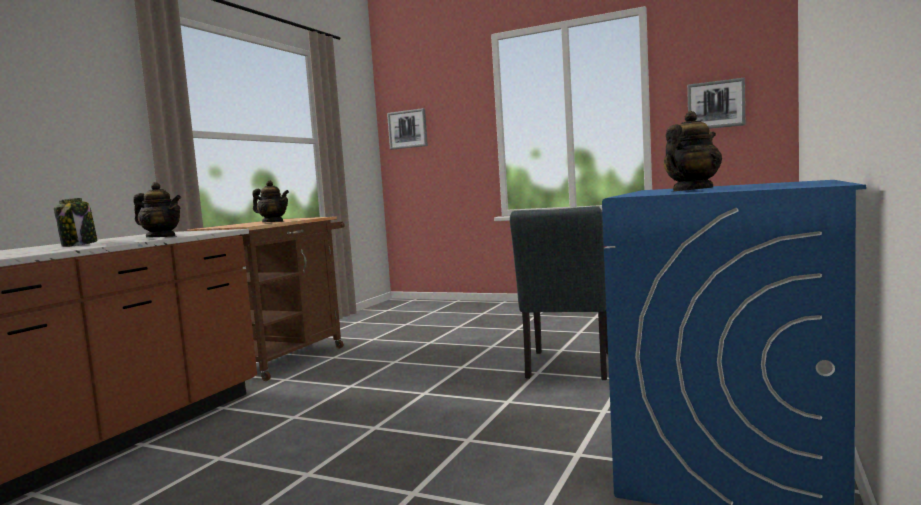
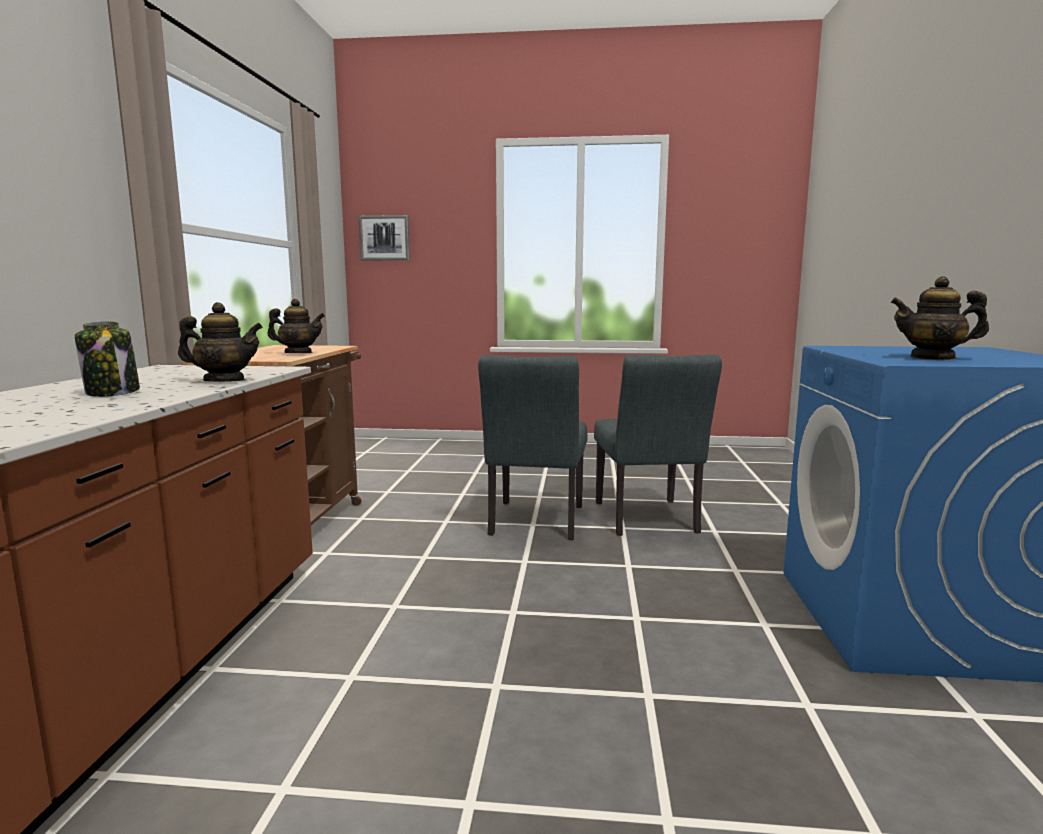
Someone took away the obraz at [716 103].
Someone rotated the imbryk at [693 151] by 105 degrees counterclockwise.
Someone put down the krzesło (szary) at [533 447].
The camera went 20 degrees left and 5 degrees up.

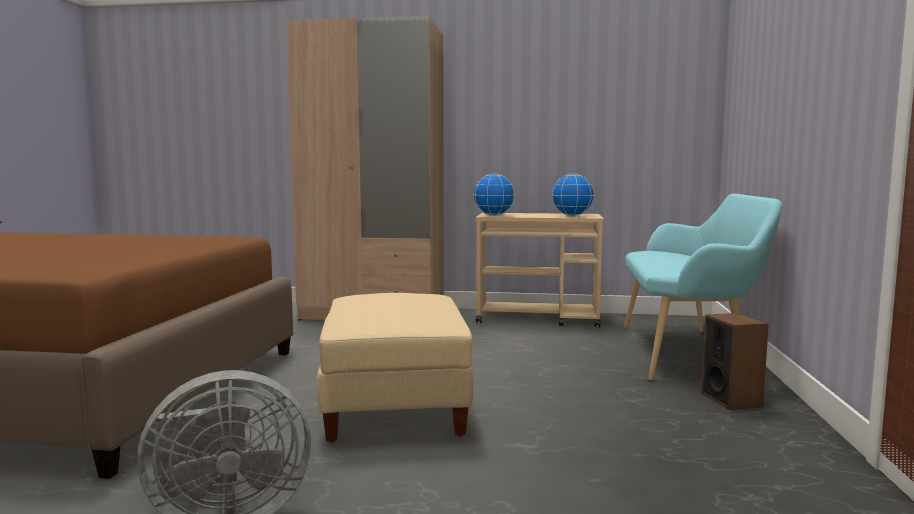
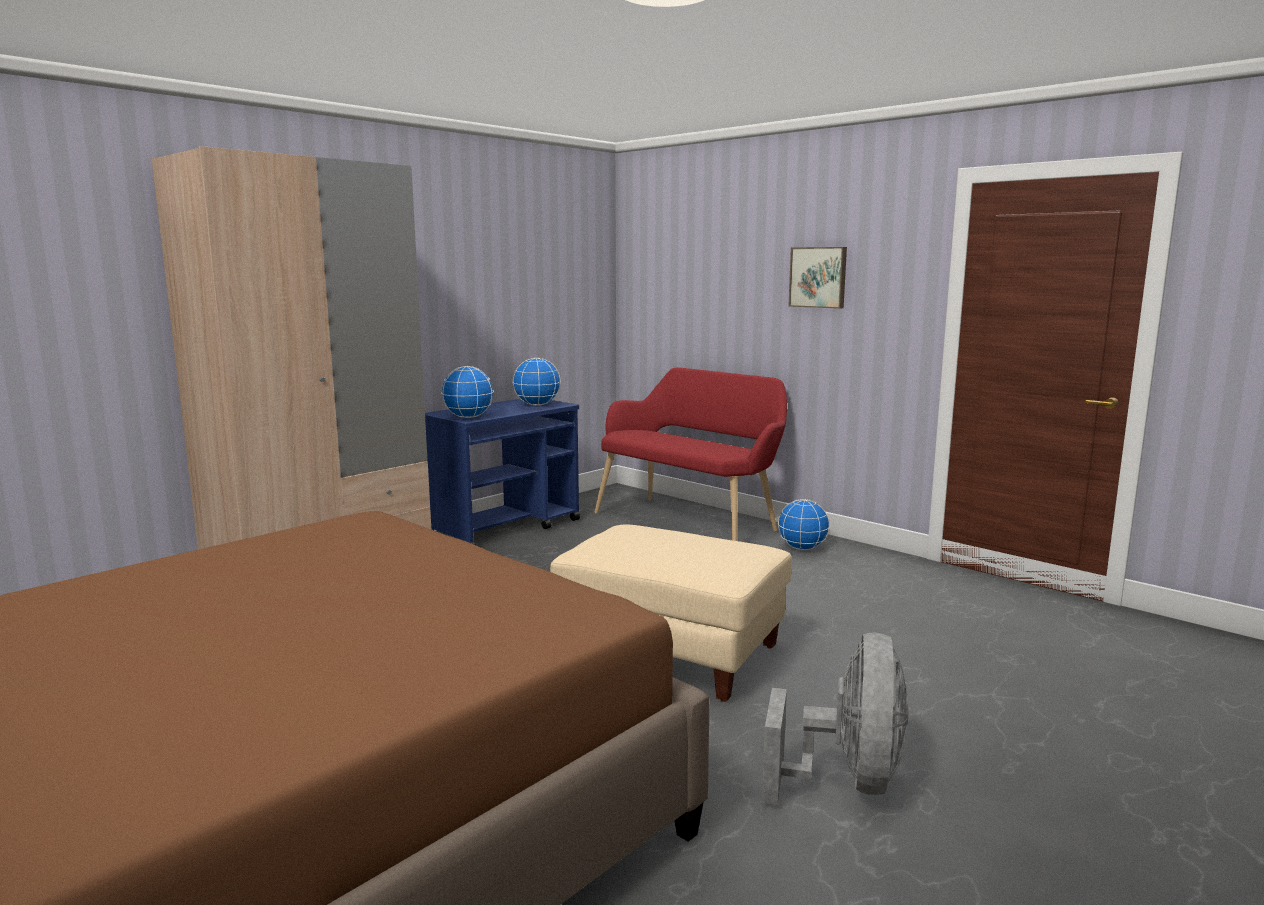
Someone repainted the ławka (turkusowy) at [703 287], which became the ławka (czerwony) at [690 454].
Someone repainted the wózek (beżowy) at [540 270], which became the wózek (niebieski) at [502 472].
Someone swapped the głośnik at [735 361] for the globus at [804 524].
Someone put up the obraz at [818 278].
The camera went 55 degrees left and 5 degrees up.

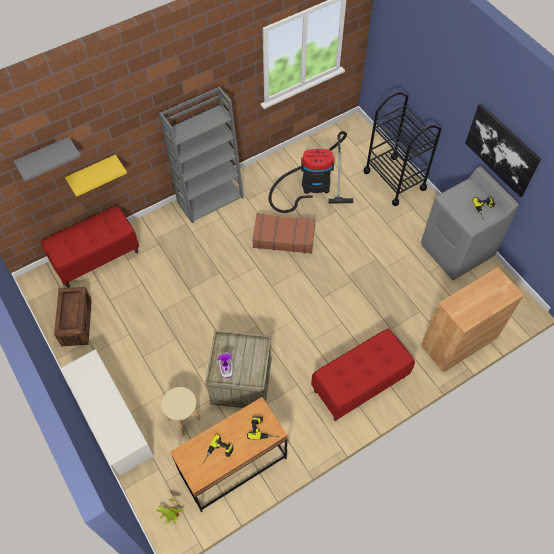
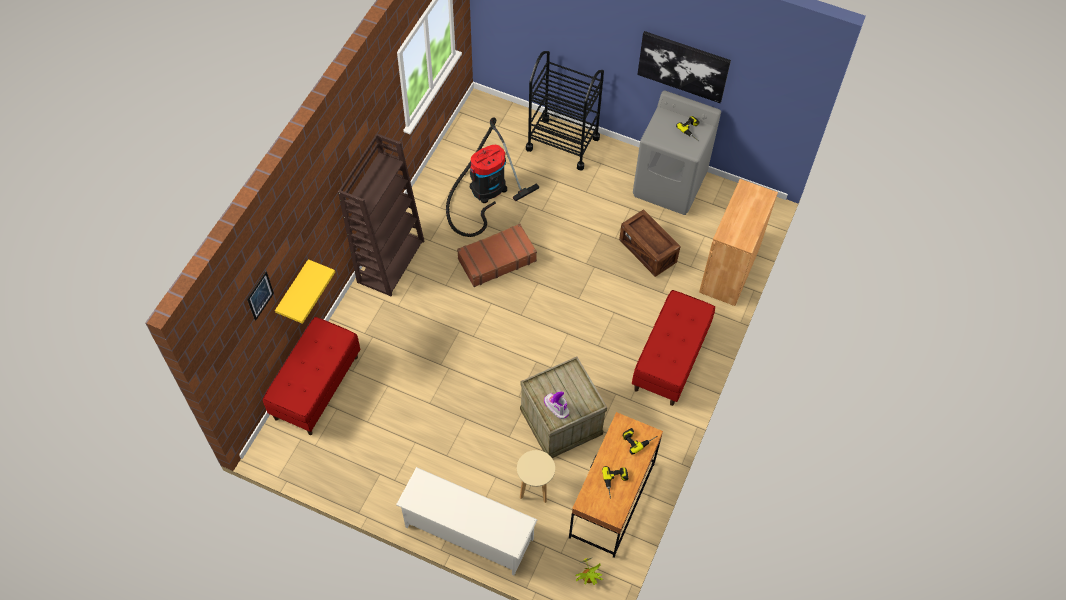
Someone repainted the regał (szary) at [201 155], which became the regał (brązowy) at [381 214].
Someone swapped the półka (szary) at [47 159] for the obraz at [260 296].
Someone carried the skrzynka from [73 317] to [650 243].
The camera went 35 degrees left and 0 degrees up.

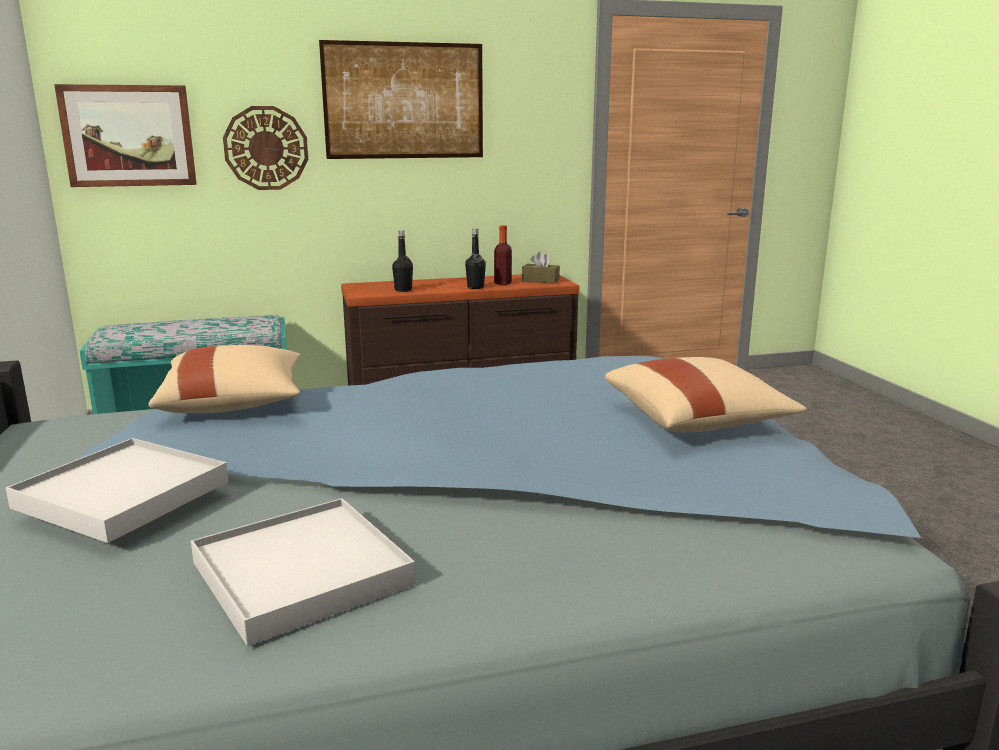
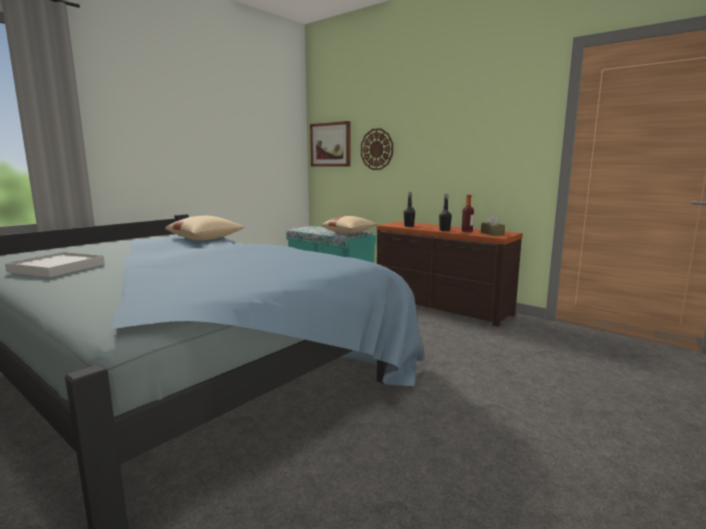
Someone took away the obraz at [401 99].
Someone carried the poduszka (beżowy) from [706 395] to [349 225].
Someone took away the taca (biały) at [117 490].
The camera went 55 degrees right and 5 degrees down.

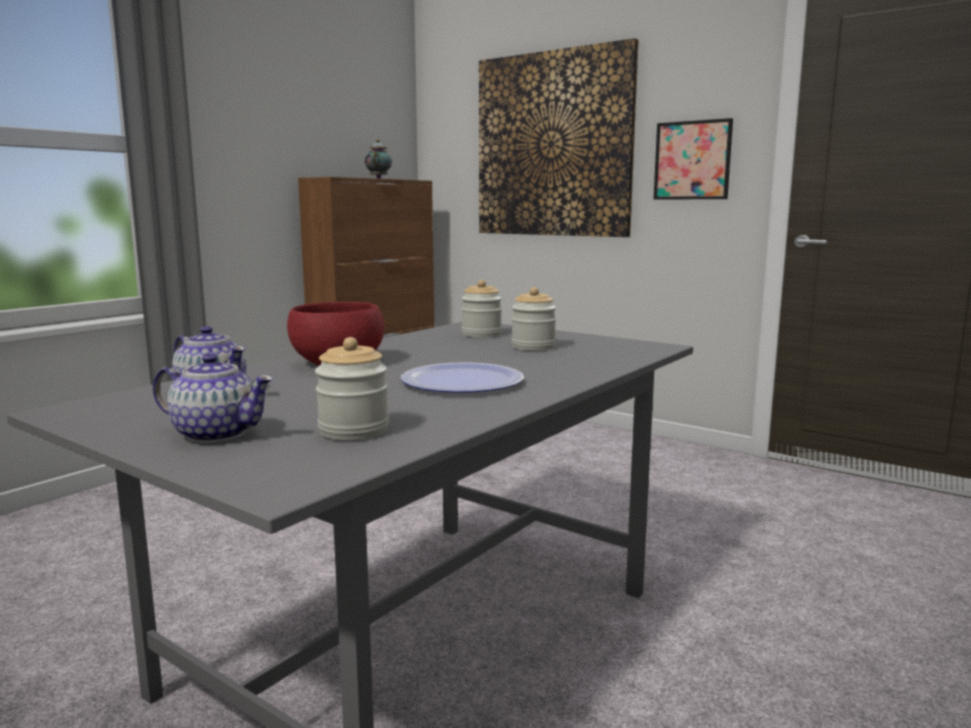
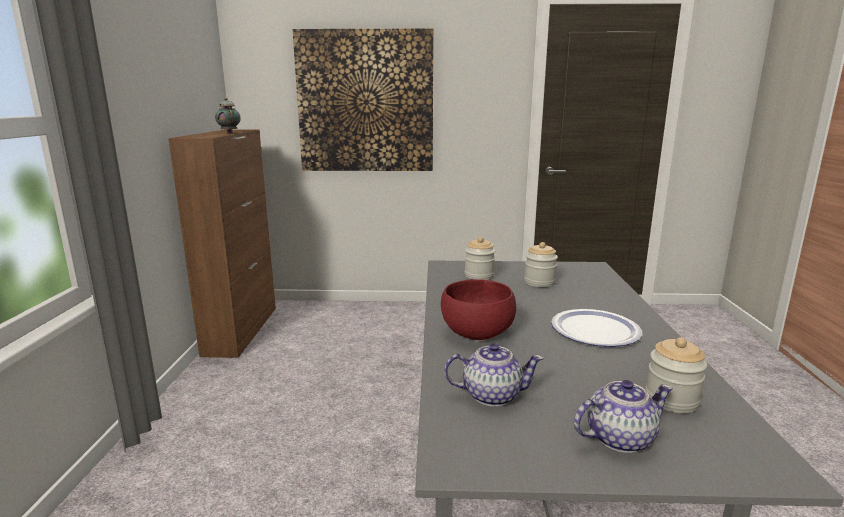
Someone took away the obraz at [693 159].
The camera went 35 degrees left and 5 degrees up.

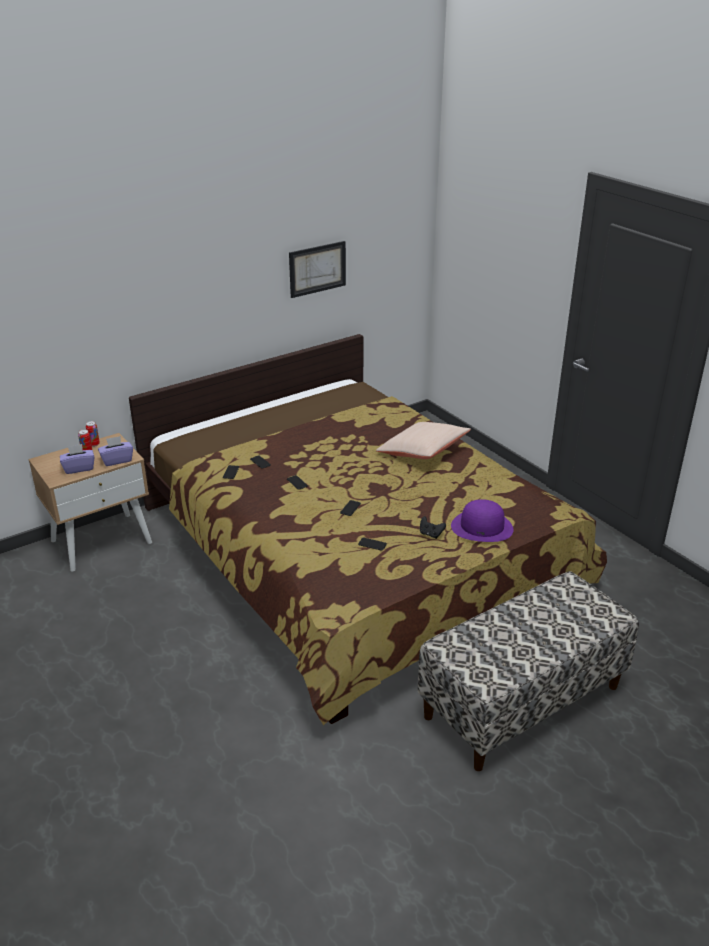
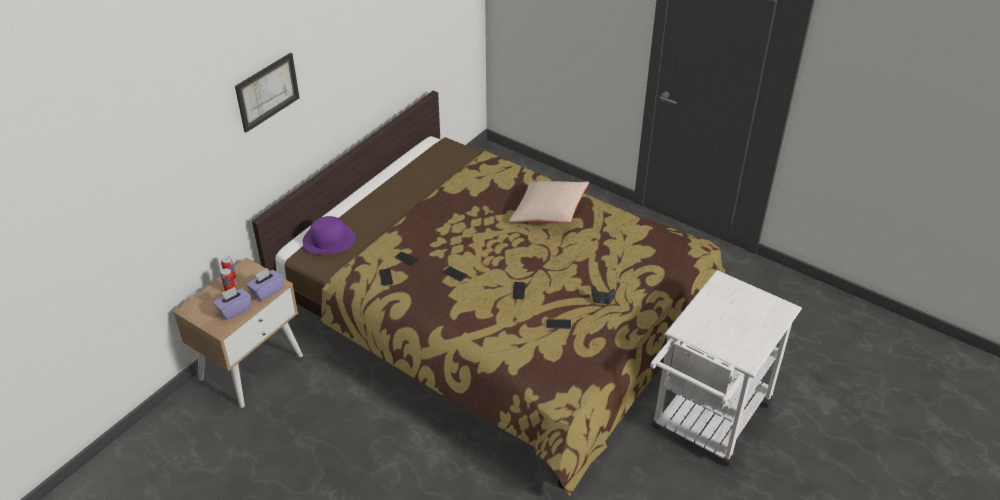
Someone carried the obraz from [317 269] to [267 93].
Someone carried the kapelusz (fioletowy) from [482 520] to [329 235].
Someone swapped the ławka at [528 671] for the wózek (biały) at [726 368].
The camera went 20 degrees left and 10 degrees up.

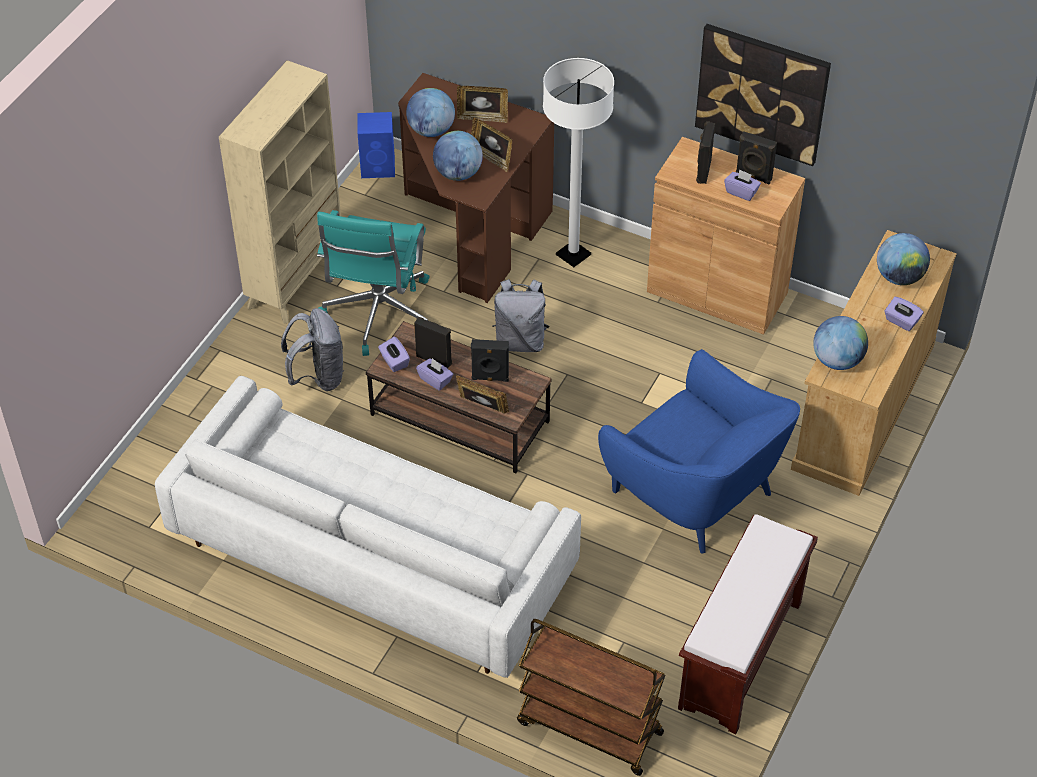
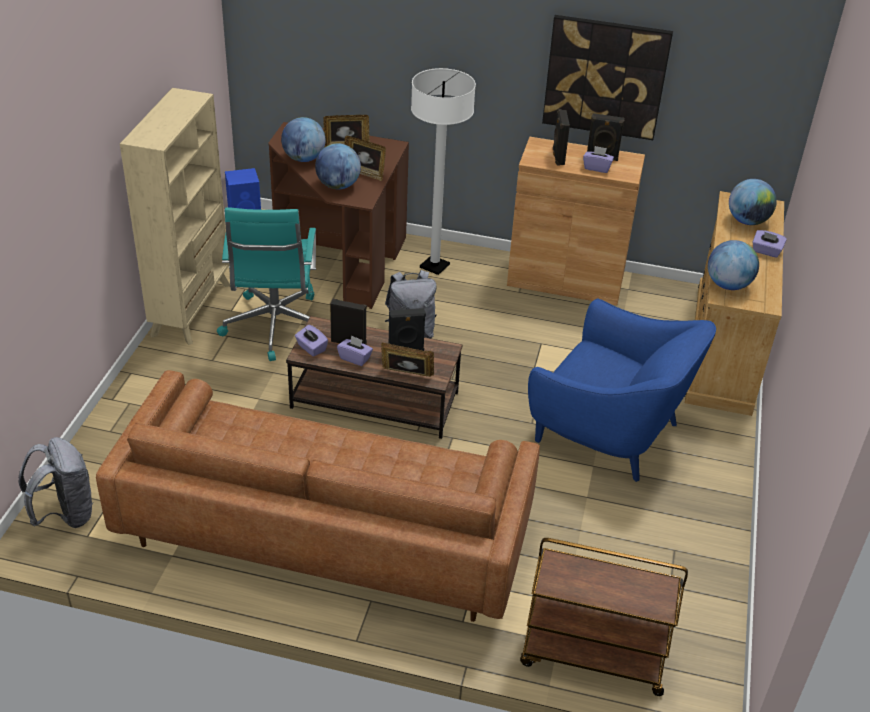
Someone carried the plecak (szary) from [312 349] to [56 482].
Someone repainted the kanapa (biały) at [368 527], which became the kanapa (brązowy) at [318 496].
Someone took away the ławka (brązowy) at [748 624].
The camera went 15 degrees left and 10 degrees down.

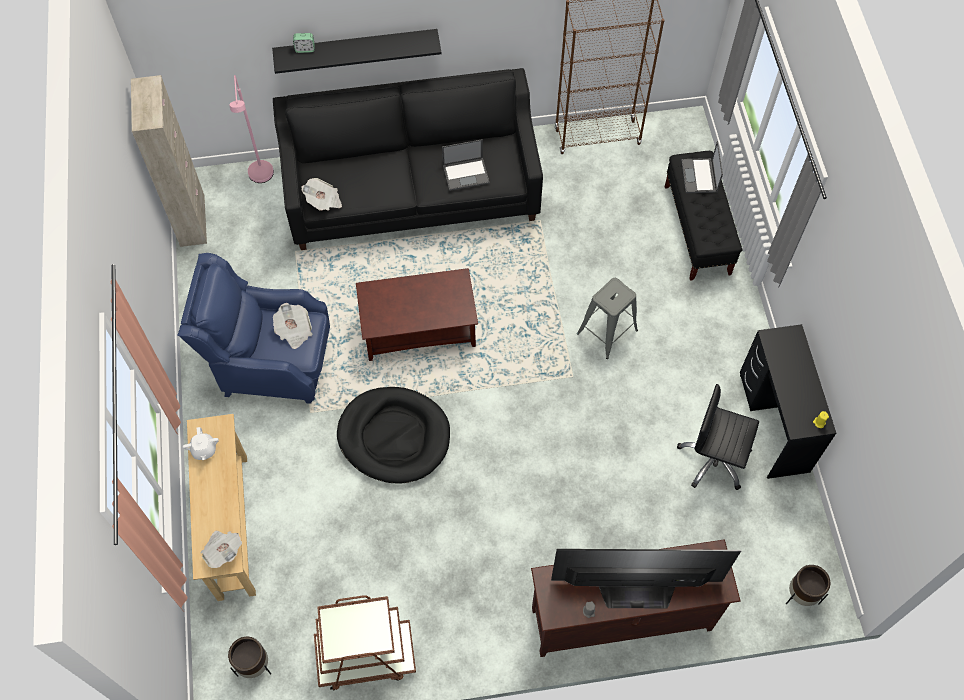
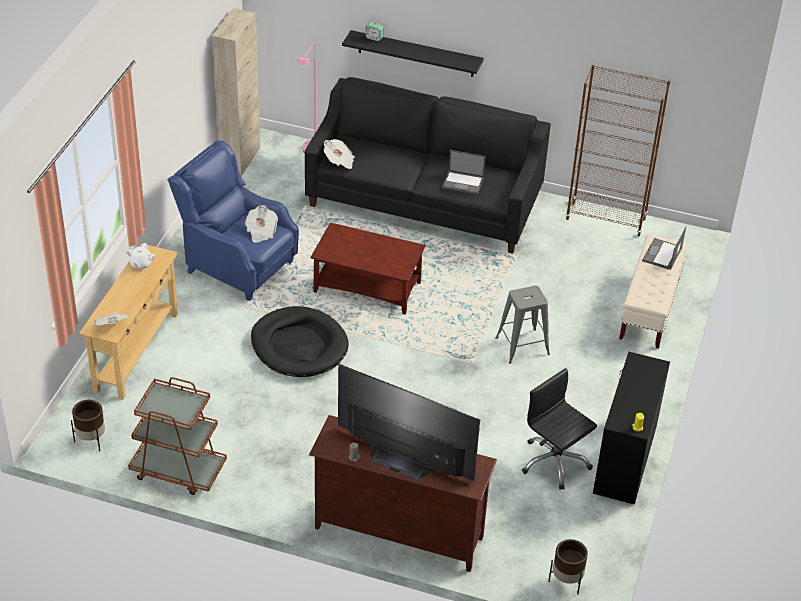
Someone repainted the ławka (czarny) at [703 216], which became the ławka (beżowy) at [653 292].
The camera went 25 degrees right and 20 degrees down.

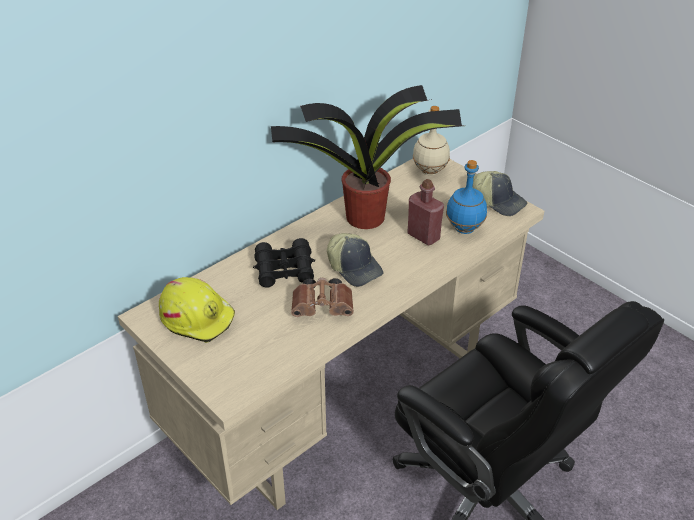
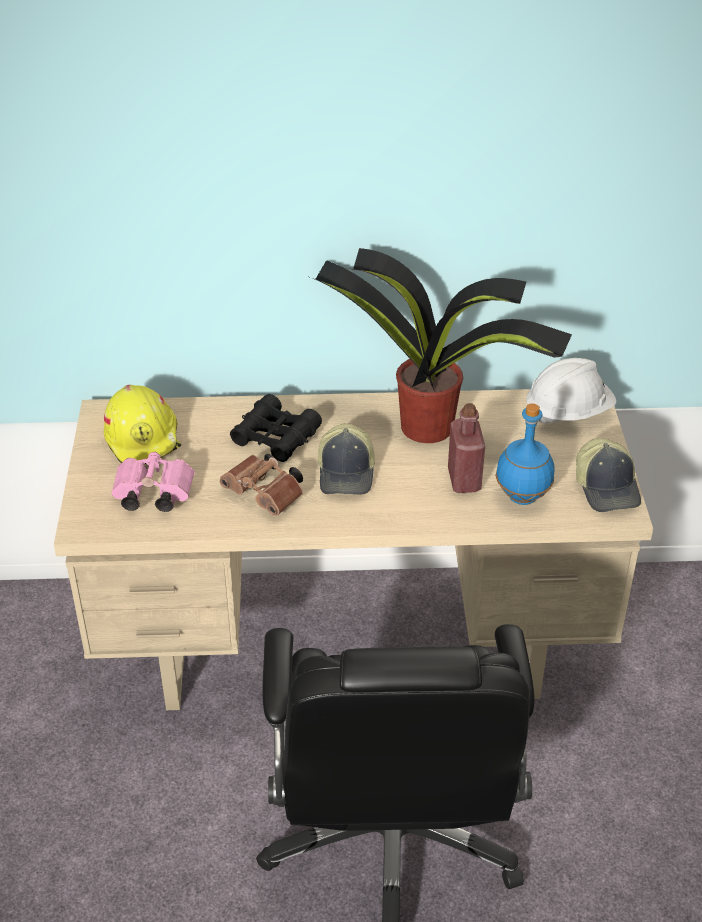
Someone swapped the butelka (beżowy) at [431 141] for the kask (biały) at [571 391].
Someone put down the lornetka (różowy) at [153 482].
The camera went 40 degrees right and 0 degrees up.

